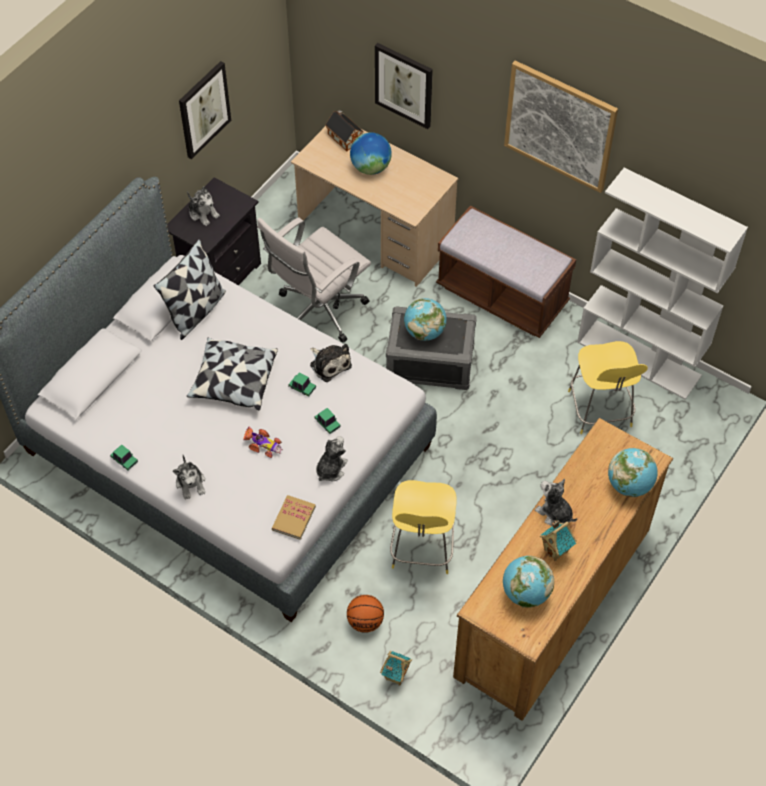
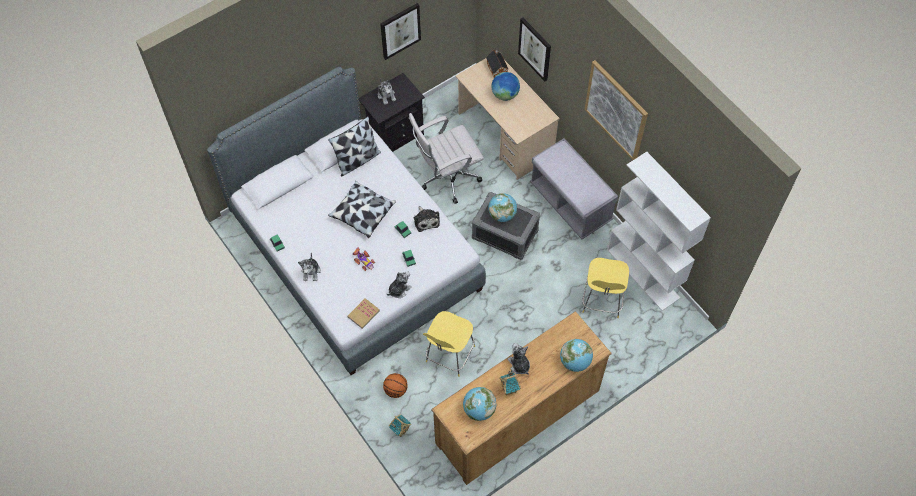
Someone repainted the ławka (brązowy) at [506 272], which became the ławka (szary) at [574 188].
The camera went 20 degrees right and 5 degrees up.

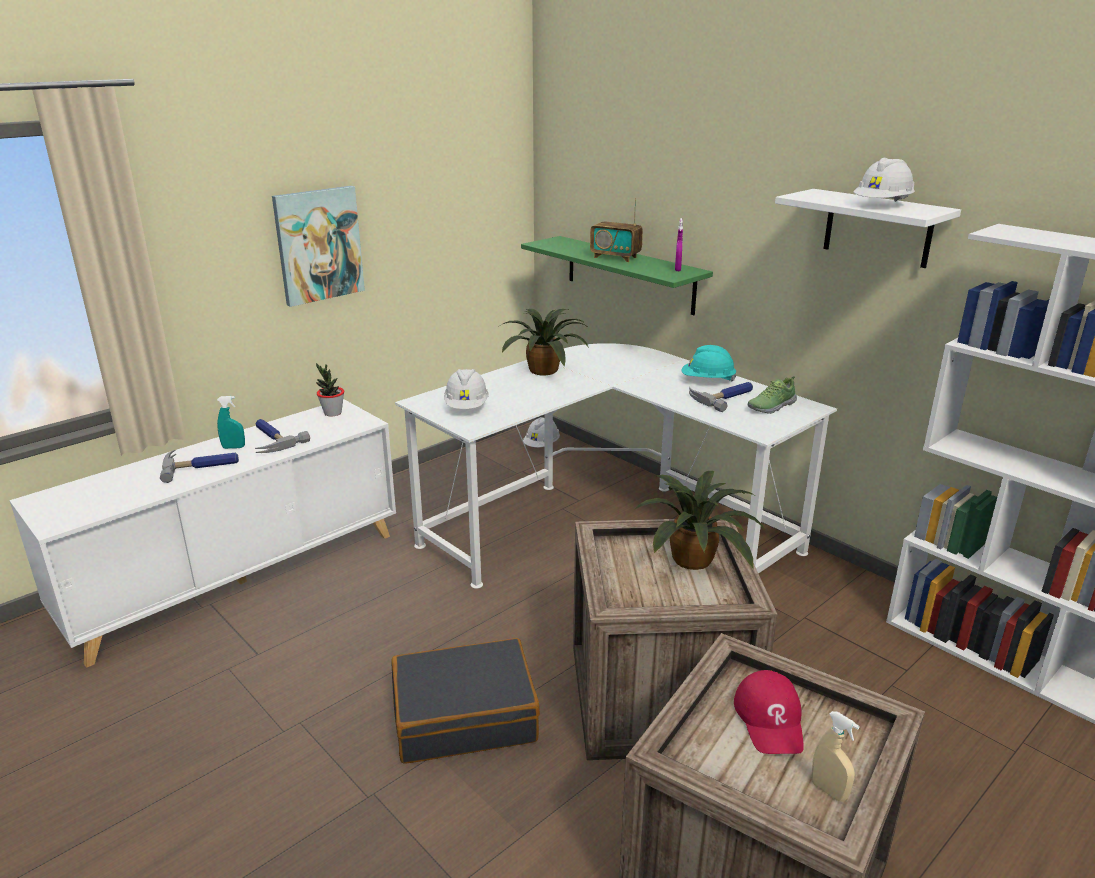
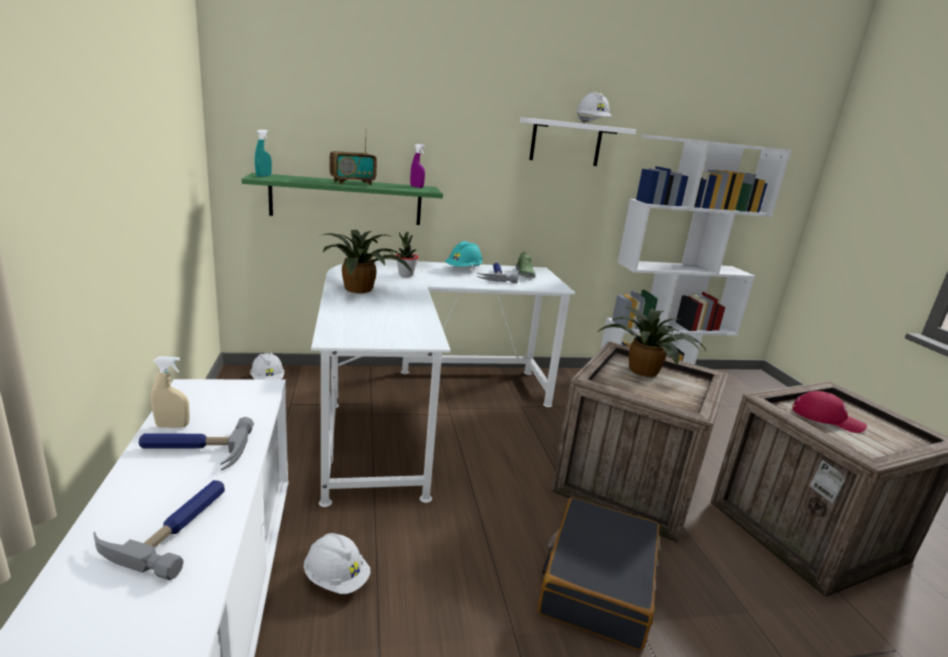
Someone took away the obraz at [318 246].
Someone carried the roślina doniczkowa from [330 390] to [407 254].
Someone carried the kask (biały) from [466 389] to [337 563].
Someone carried the spryskiwacz (turkusowy) from [231 422] to [263 153].
Someone carried the spryskiwacz (beżowy) from [836 756] to [170 392].
The camera went 60 degrees left and 5 degrees down.

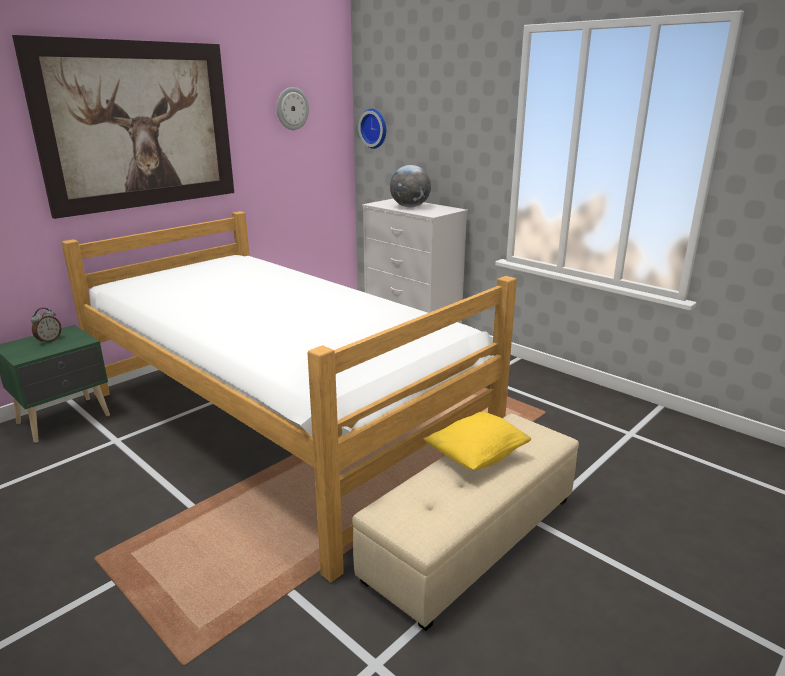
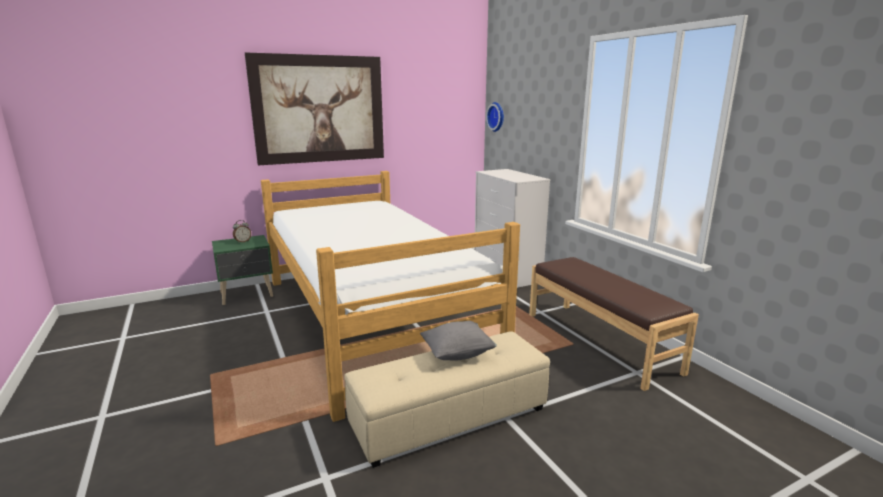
Someone took away the zegar ścienny at [292 108].
Someone took away the globus at [410 186].
Someone repainted the poduszka (żółty) at [477 441], which became the poduszka (szary) at [458 341].
Someone put down the ławka (brązowy) at [614 324].
The camera went 20 degrees right and 5 degrees down.

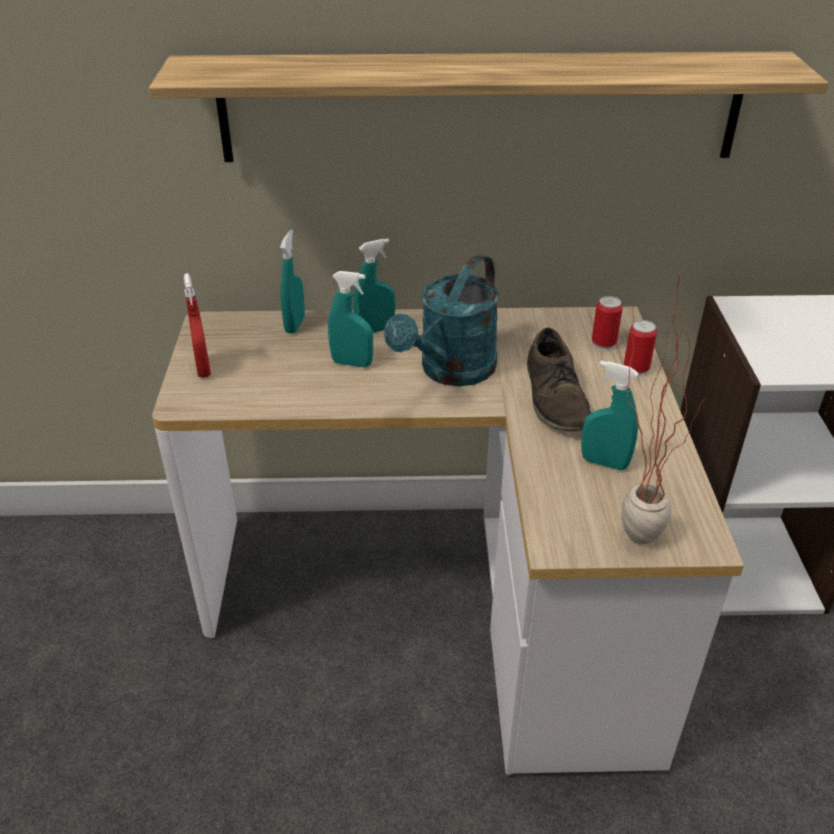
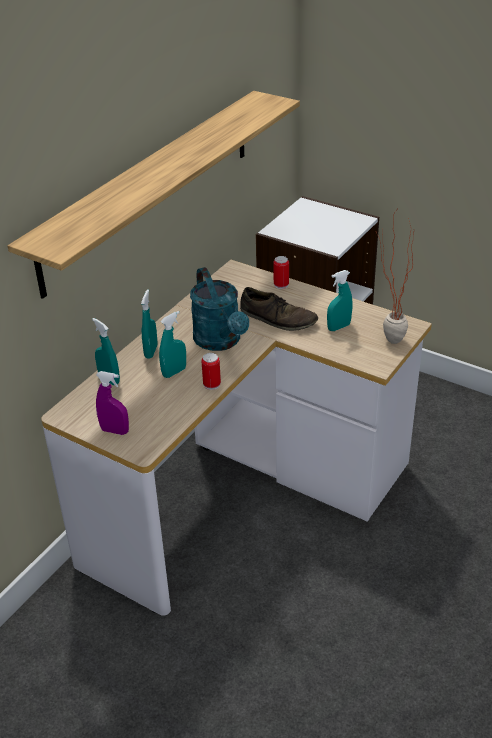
Someone repainted the spryskiwacz (czerwony) at [197 325], which became the spryskiwacz (fioletowy) at [112 403].
Someone carried the puszka from [607 323] to [211 371].
The camera went 55 degrees left and 0 degrees up.

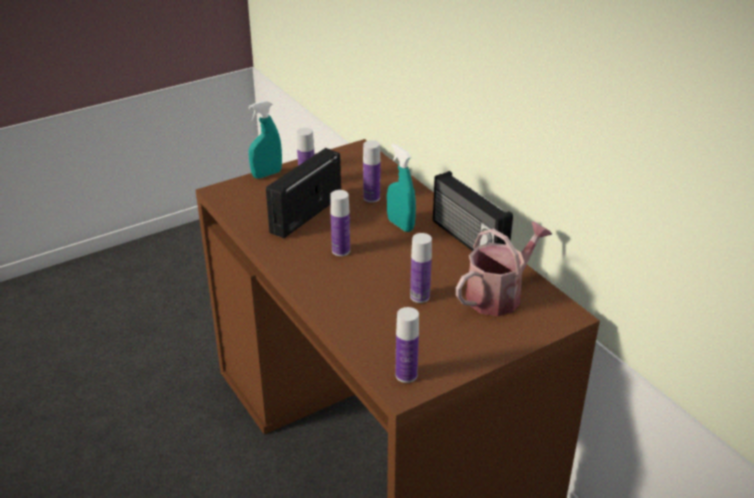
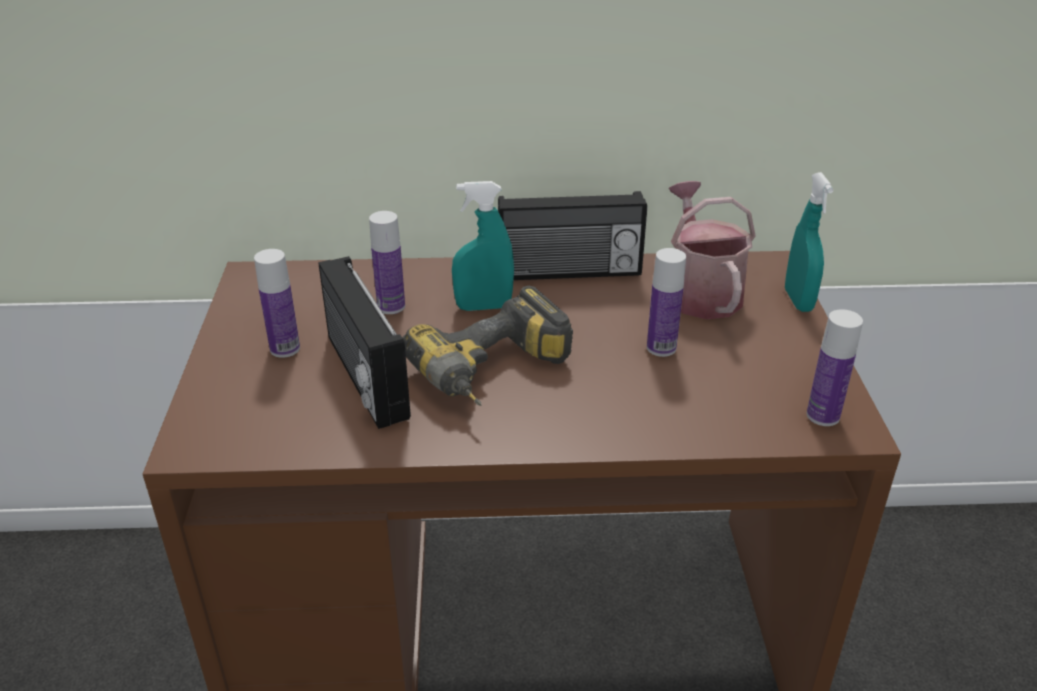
Someone carried the spryskiwacz (turkusowy) from [265 140] to [809 242].
Someone swapped the butelka at [340 223] for the wiertarka at [488 346].
The camera went 60 degrees left and 0 degrees up.

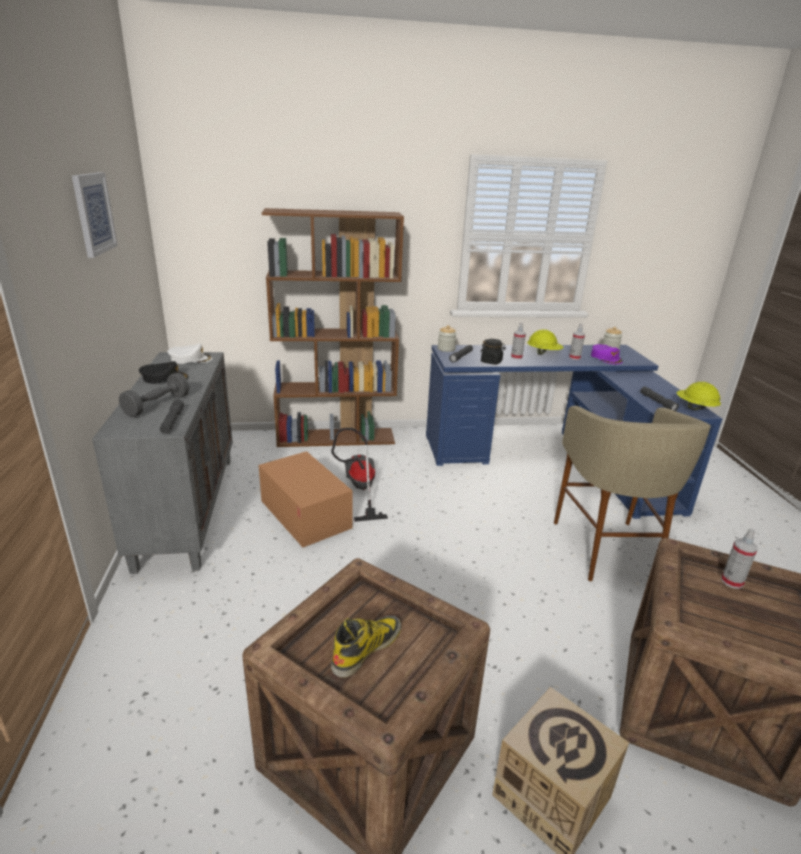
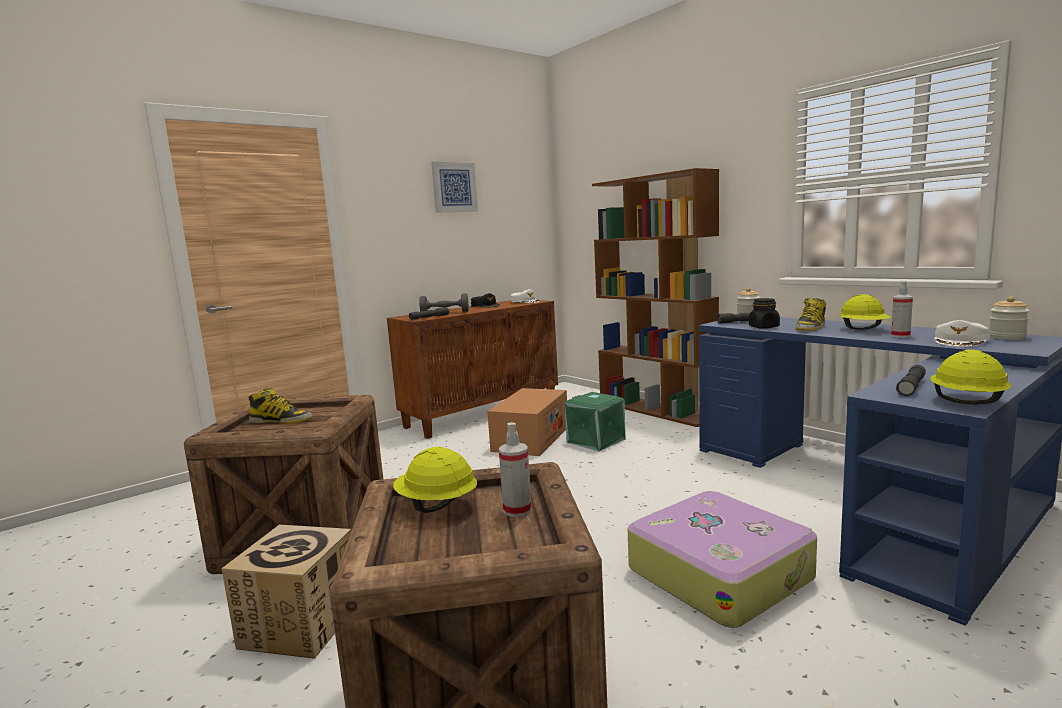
Someone swapped the spryskiwacz at [518 341] for the but z cholewką at [810 314].
Someone repainted the czapka z daszkiem (fioletowy) at [607 354], which became the czapka z daszkiem (biały) at [962 333].
Someone repainted the szafka (szary) at [162 463], which became the szafka (brązowy) at [472 369].
Someone swapped the stołek (beżowy) at [632 494] for the walizka at [722 559].
Someone swapped the odkurzacz at [359 475] for the pojemnik do przechowywania (zielony) at [595 421].
Someone put down the kask (żółty) at [435 480].
The camera went 60 degrees right and 15 degrees down.

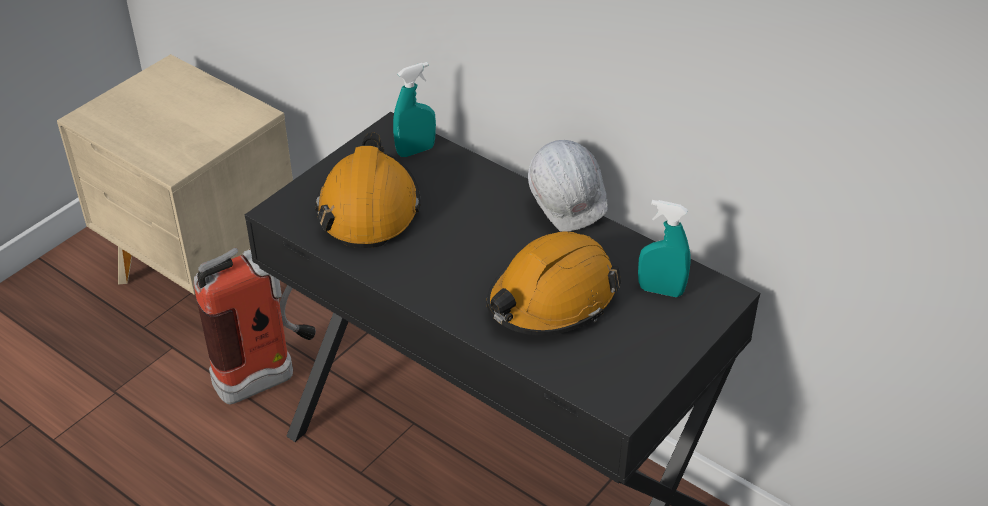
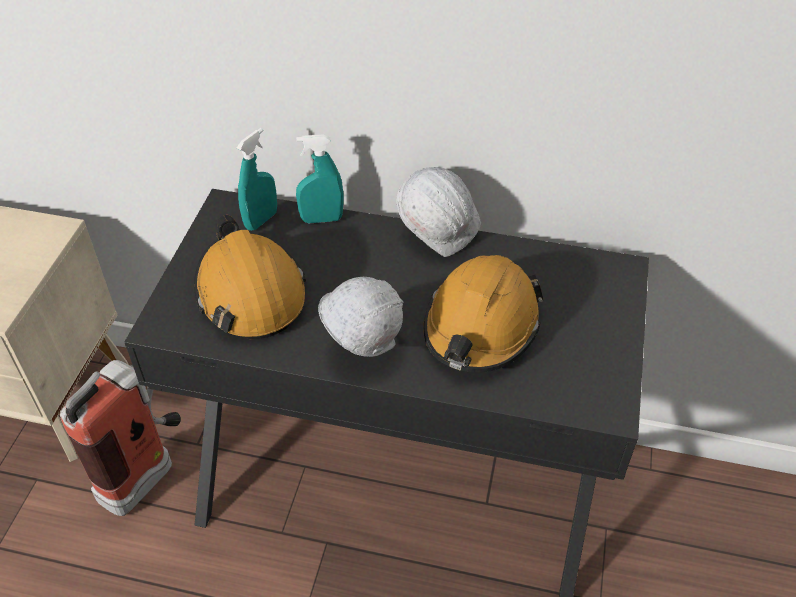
Someone carried the spryskiwacz (turkusowy) from [664 248] to [320 178].
Someone put down the kask (biały) at [361 317].
The camera went 25 degrees left and 5 degrees up.

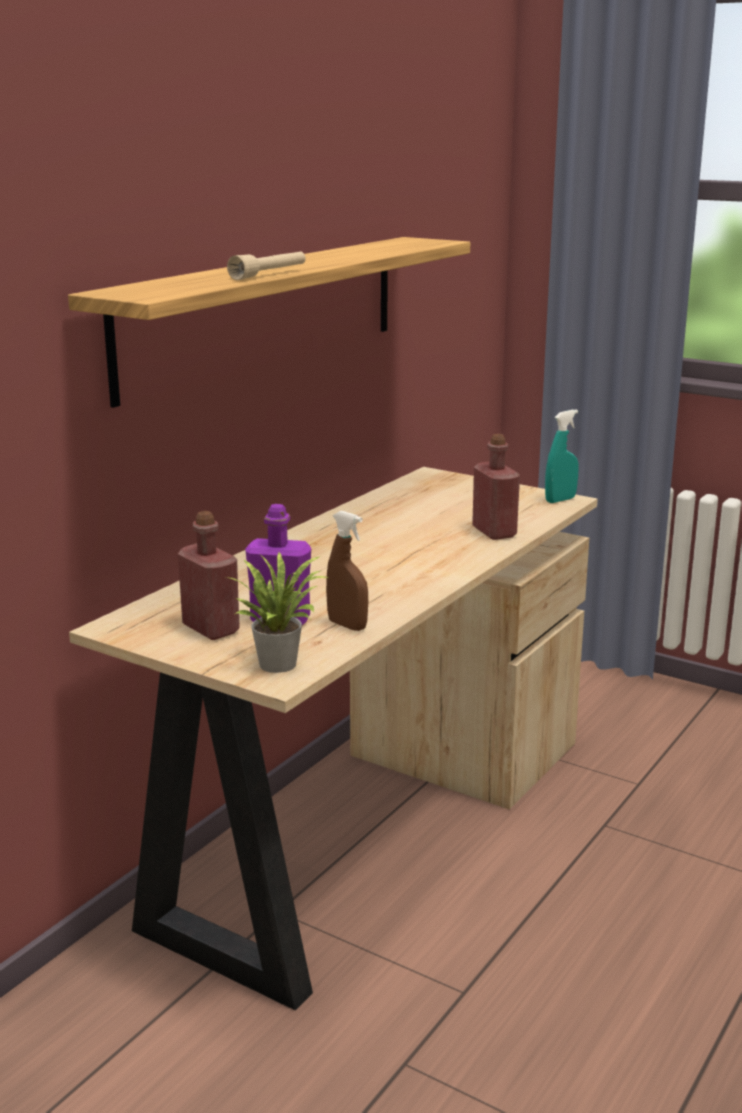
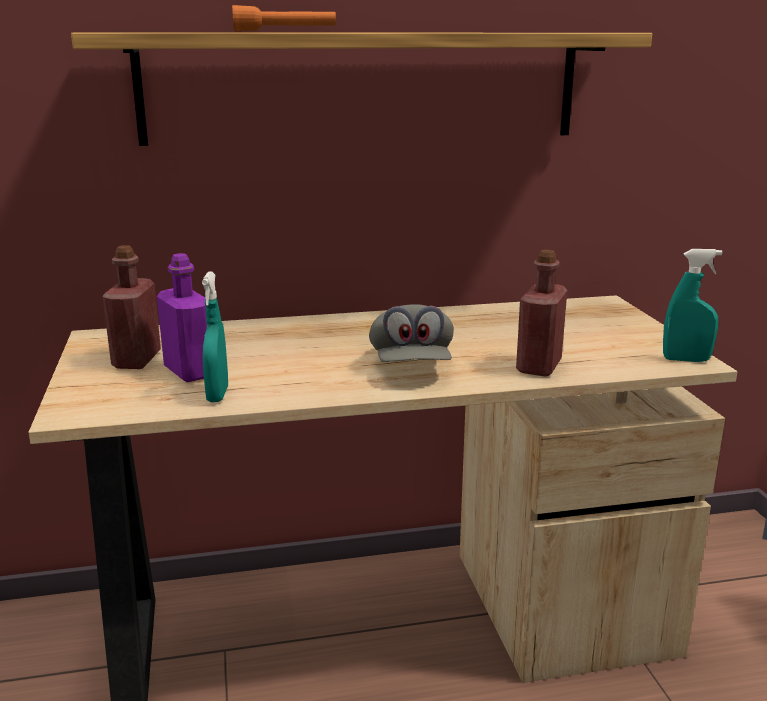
Someone repainted the latarka (beżowy) at [266 265], which became the latarka (pomarańczowy) at [284 18].
Someone repainted the spryskiwacz (brązowy) at [347 571], which became the spryskiwacz (turkusowy) at [215 336].
Someone took away the roślina doniczkowa at [277 612].
Someone put down the czapka z daszkiem (szary) at [411 333].
The camera went 45 degrees right and 0 degrees up.

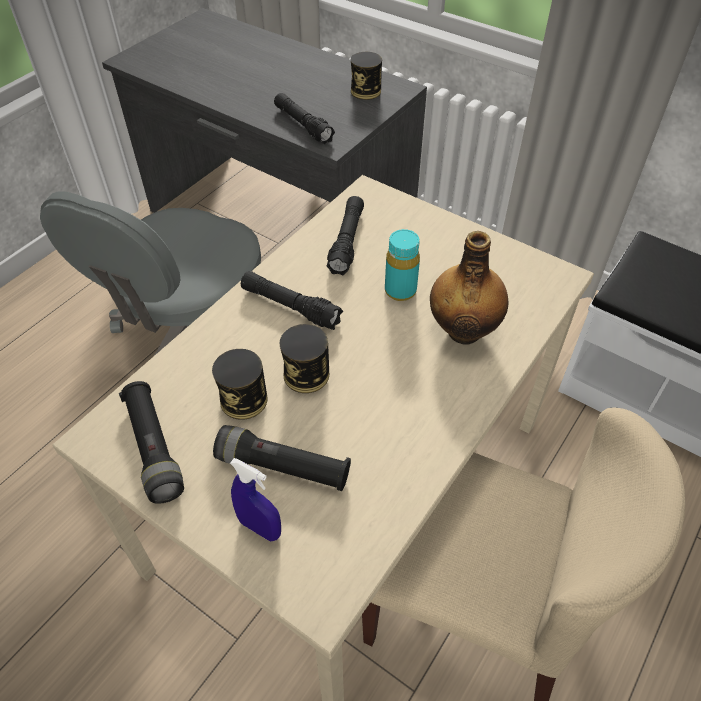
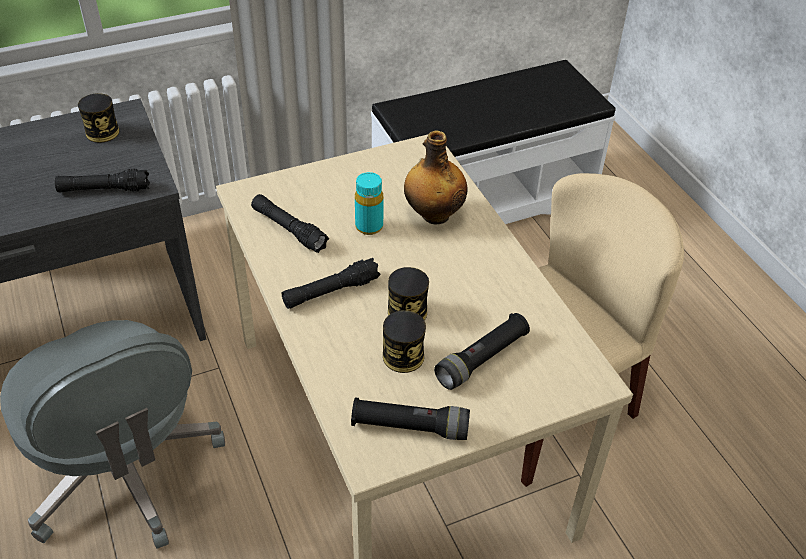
Someone took away the spryskiwacz (niebieski) at [255 500].
The camera went 60 degrees left and 5 degrees down.

